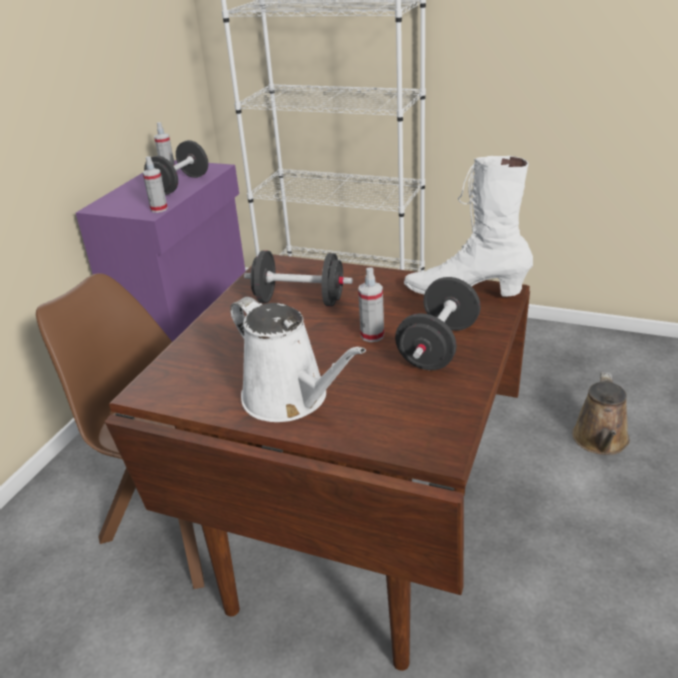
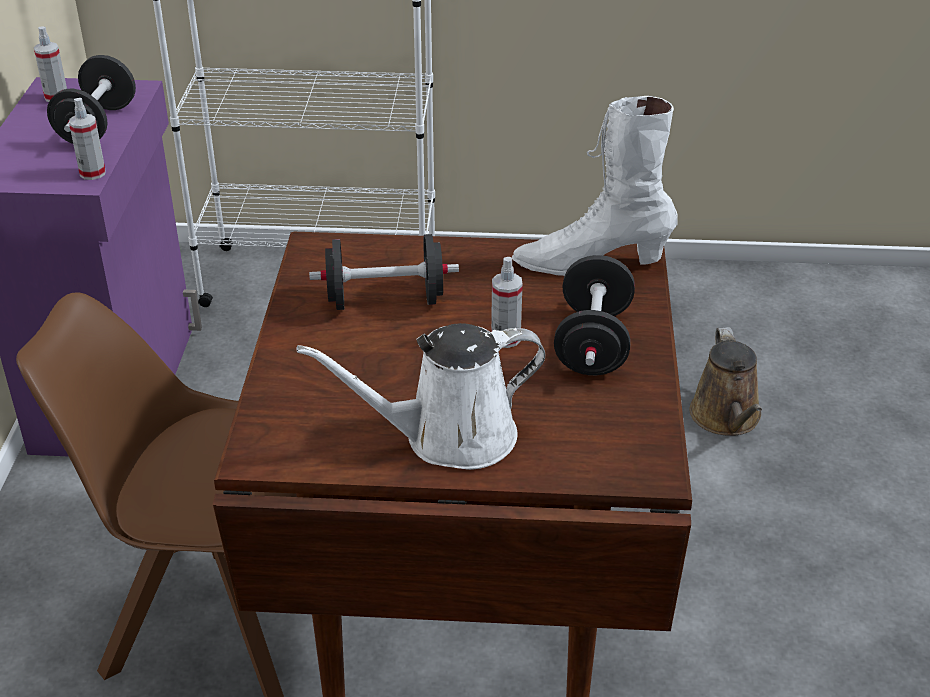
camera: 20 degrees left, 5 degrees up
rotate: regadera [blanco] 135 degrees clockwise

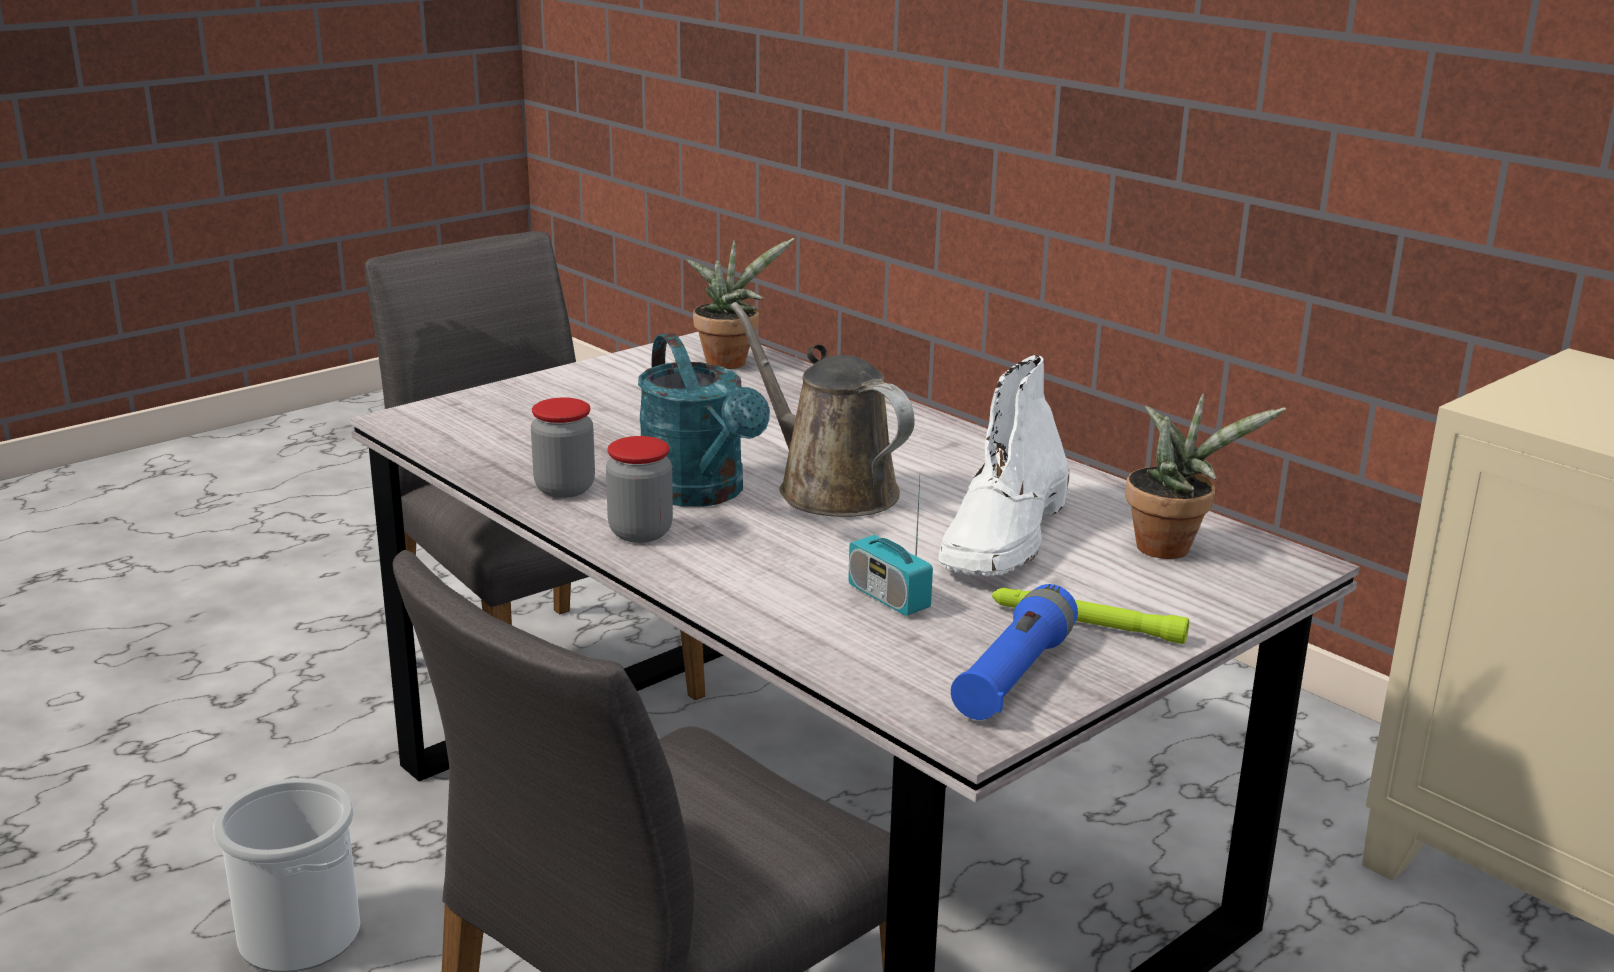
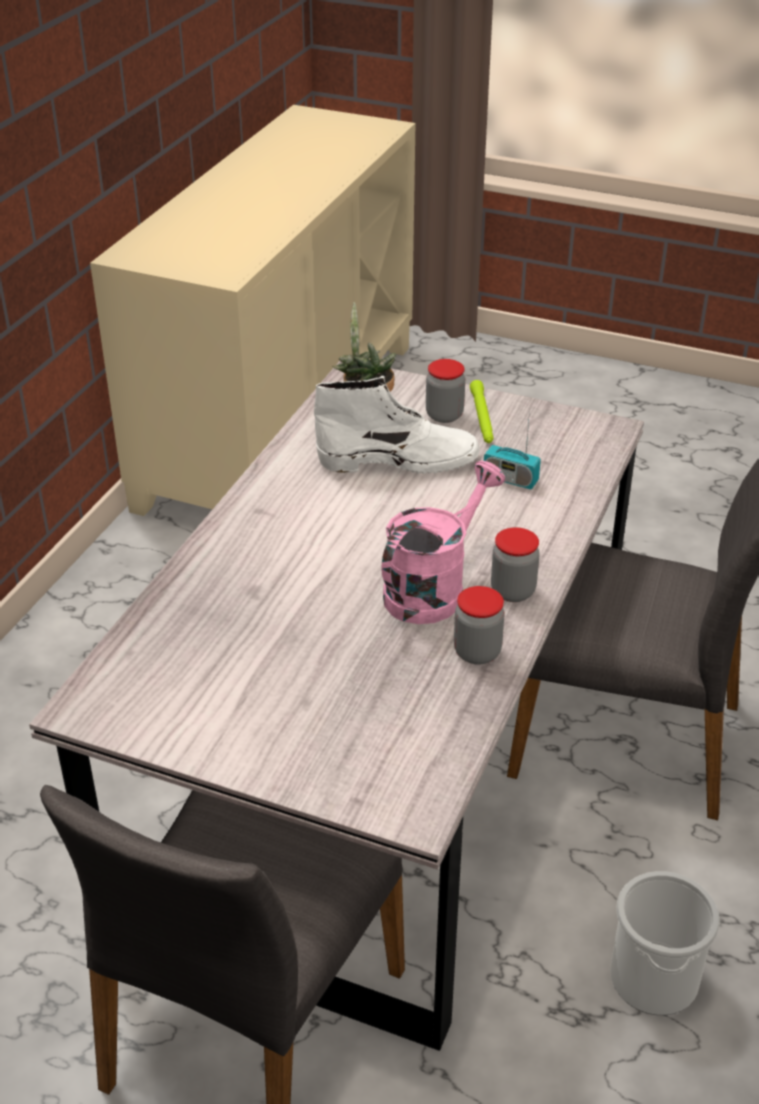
camera: 115 degrees left, 15 degrees up
delete: planta en maceta (1st from left); regadera [marrón]; linterna [azul]
insert: tarro (1st from left)
recolor: regadera [turquesa] to regadera [rosa]
rotate: radio 90 degrees clockwise

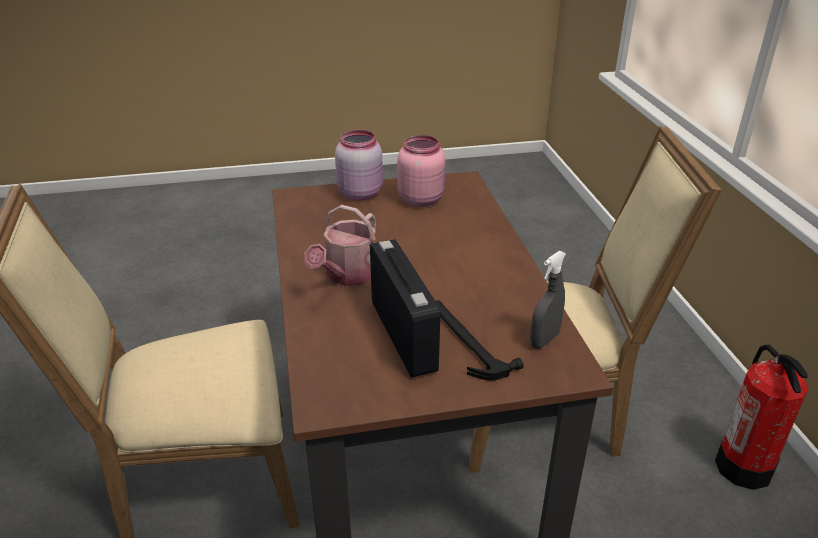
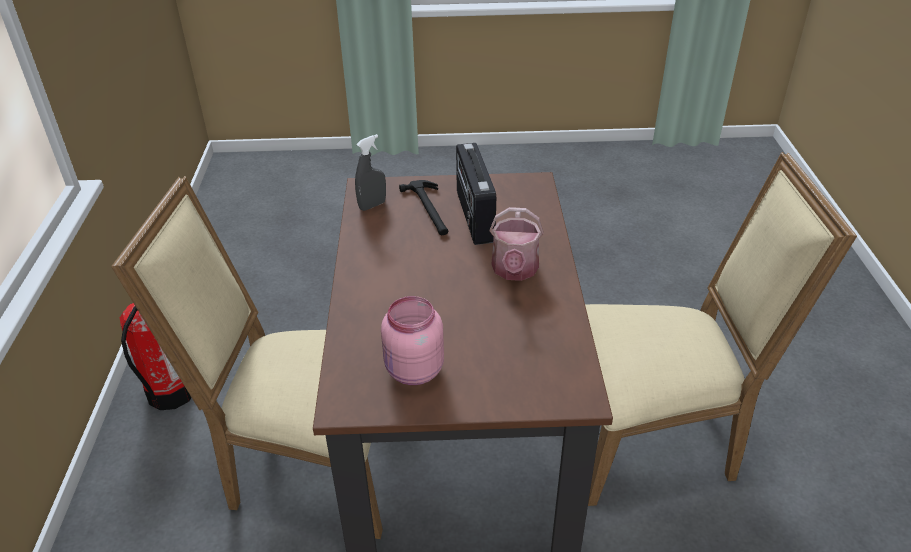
camera: 170 degrees left, 5 degrees up
delete: tarro [rosa] (1st from left)
rotate: regadera 150 degrees clockwise

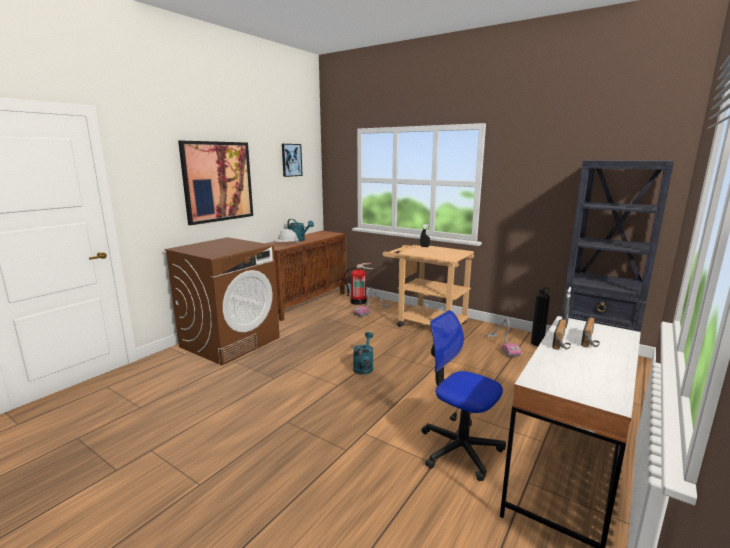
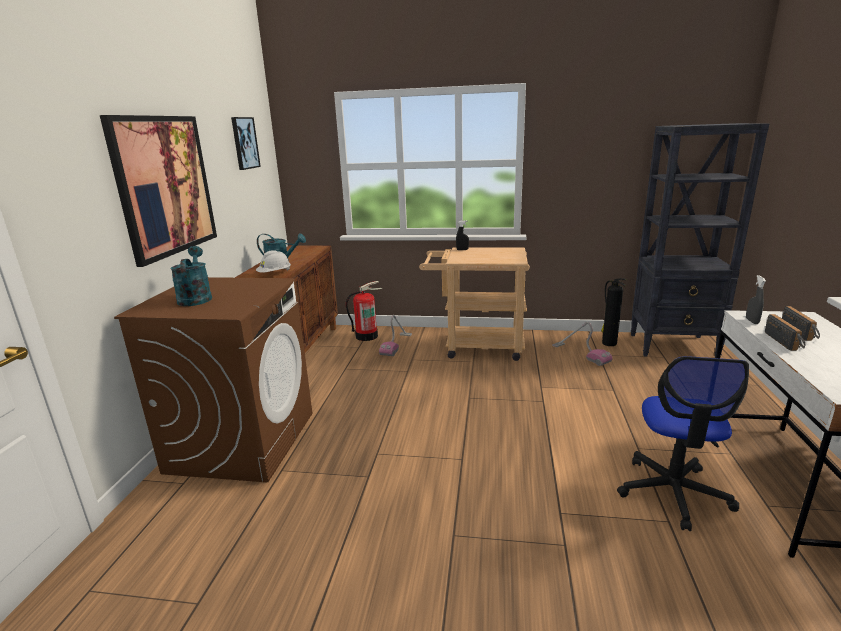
camera: 25 degrees left, 5 degrees up
move: regadera [turquesa] (2nd from left in the first image) to regadera [turquesa] (1st from left)
rotate: silla de oficina 90 degrees counterclockwise

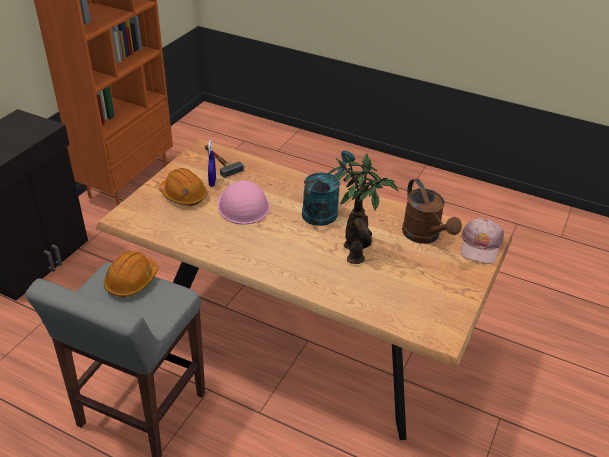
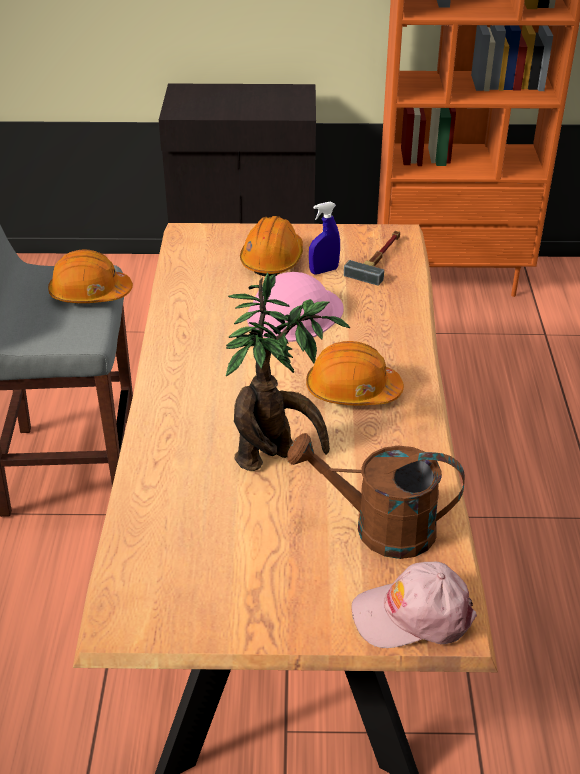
camera: 65 degrees right, 0 degrees up
replace: regadera [turquesa] to casco [naranja] (3rd from left)
rotate: regadera [marrón] 60 degrees clockwise

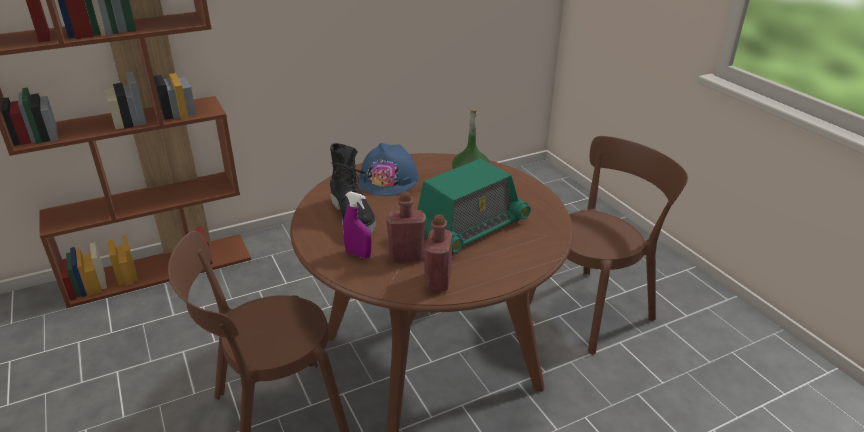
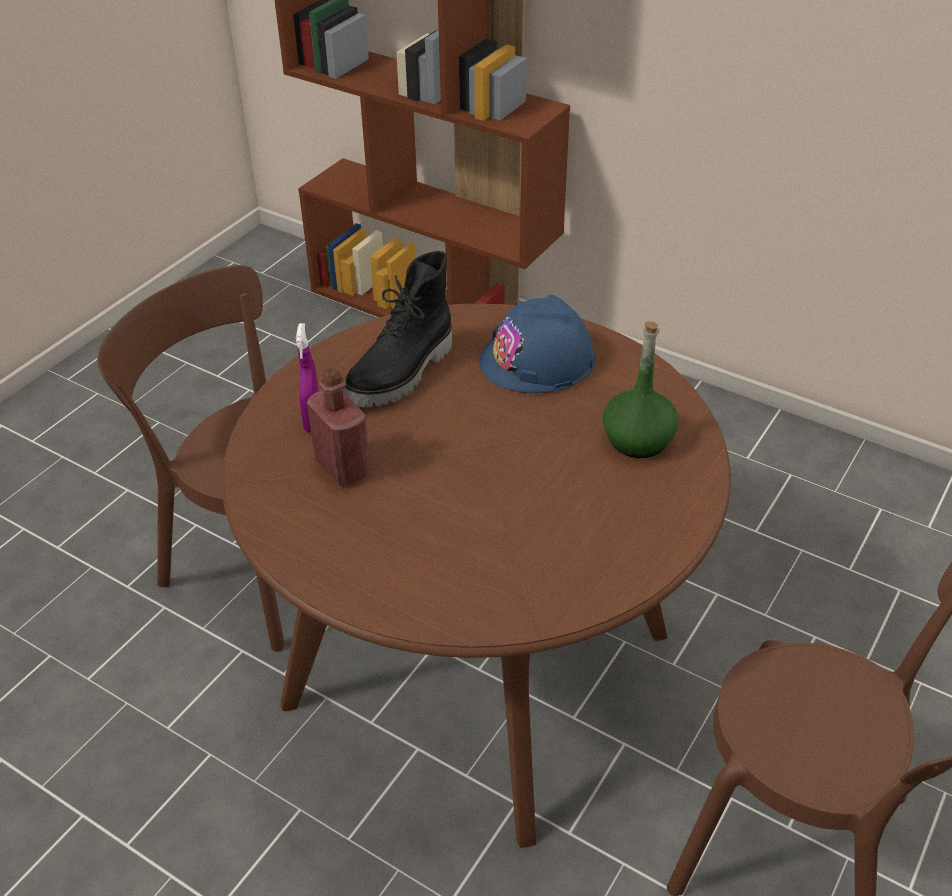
camera: 60 degrees right, 10 degrees up
delete: radio; botella [rojo] (2nd from left)

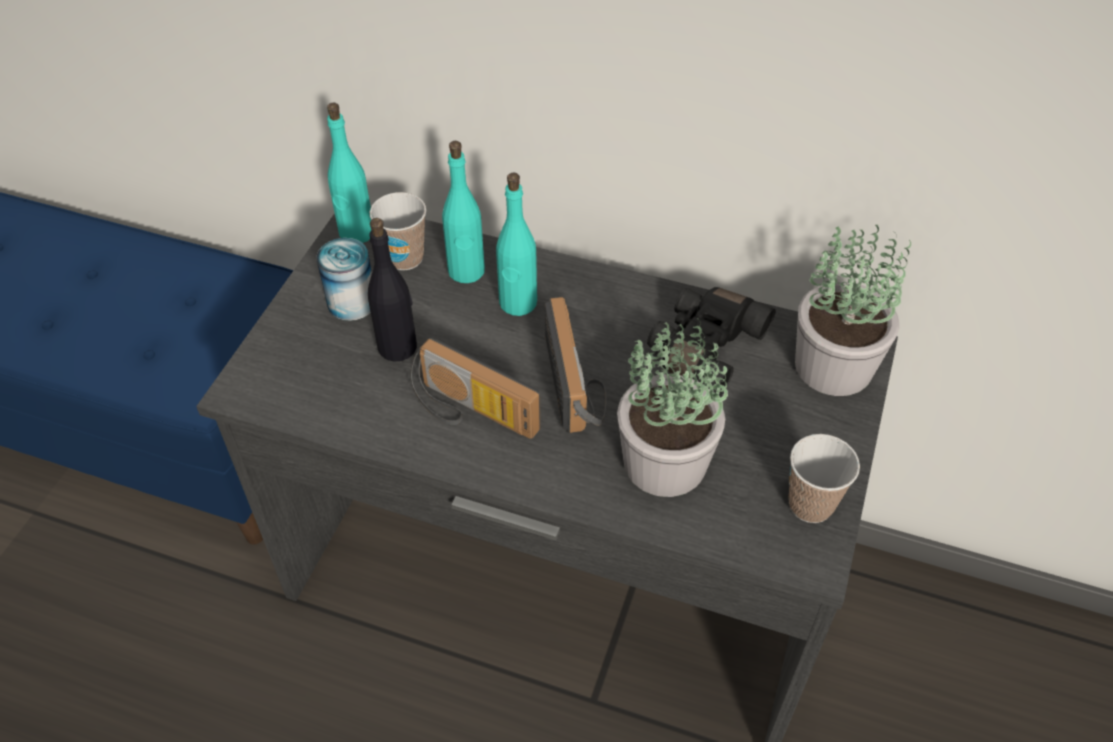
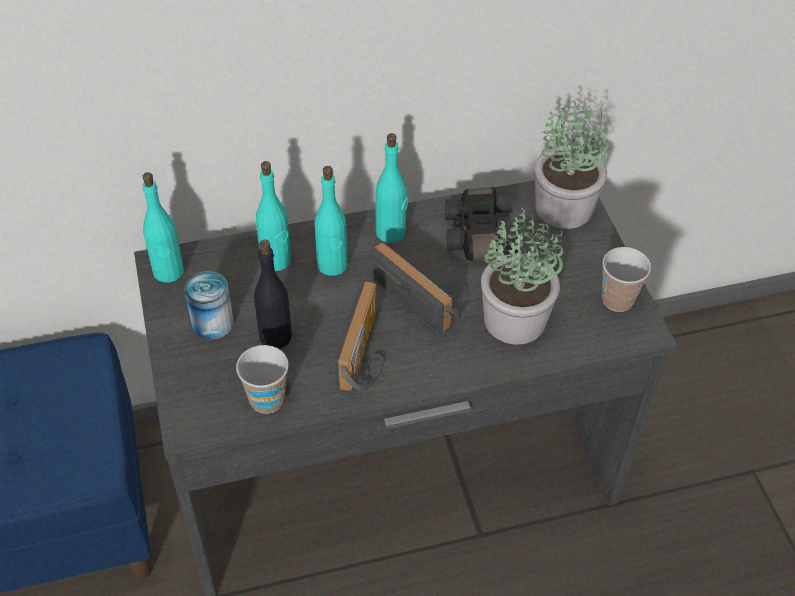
camera: 35 degrees left, 0 degrees up
insert: botella [turquesa] (4th from left)
move: taza (1st from left)
rotate: radio (1st from left) 75 degrees counterclockwise

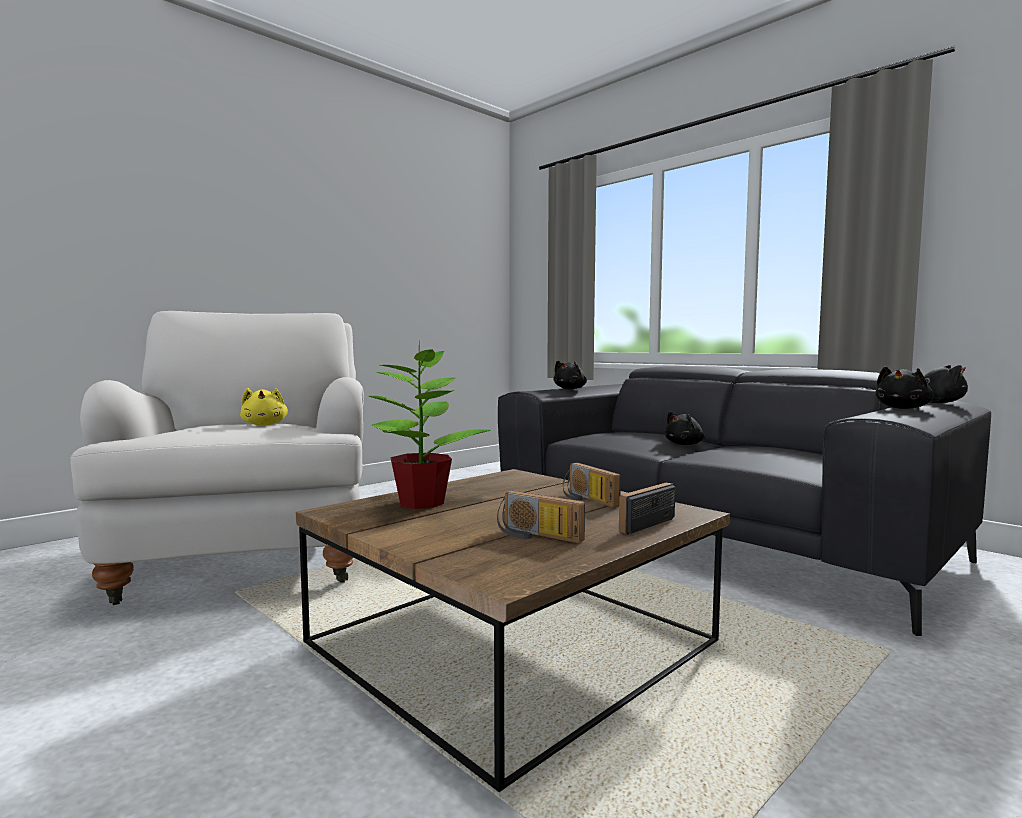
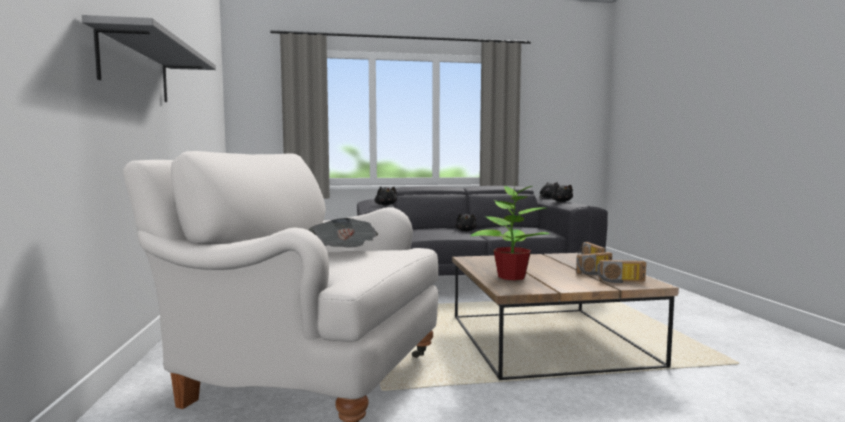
camera: 55 degrees left, 0 degrees up
insert: estante [gris]
move: radio (2nd from left in the first image) to radio (3rd from left)
replace: peluche [amarillo] to periódico

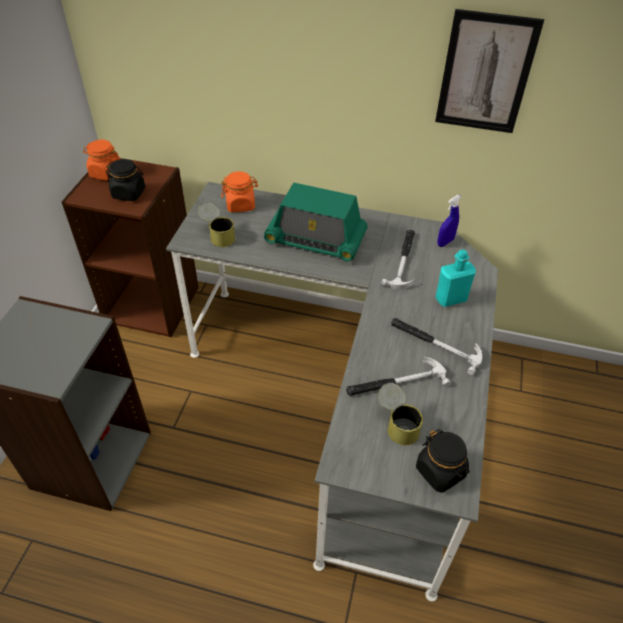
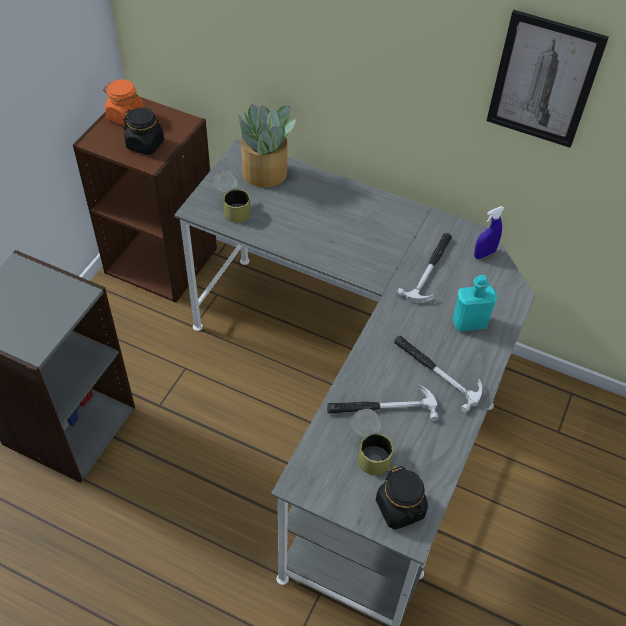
camera: 10 degrees right, 5 degrees up
delete: radio
replace: tarro [naranja] (2nd from left) to planta en maceta

